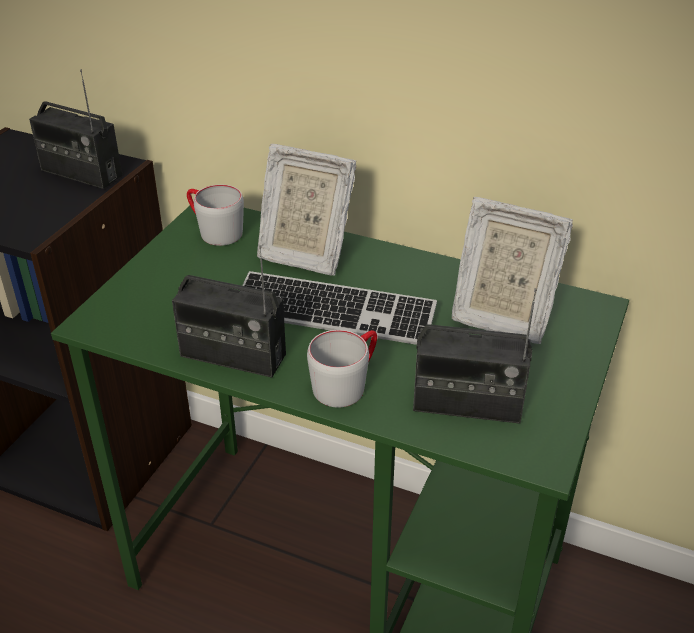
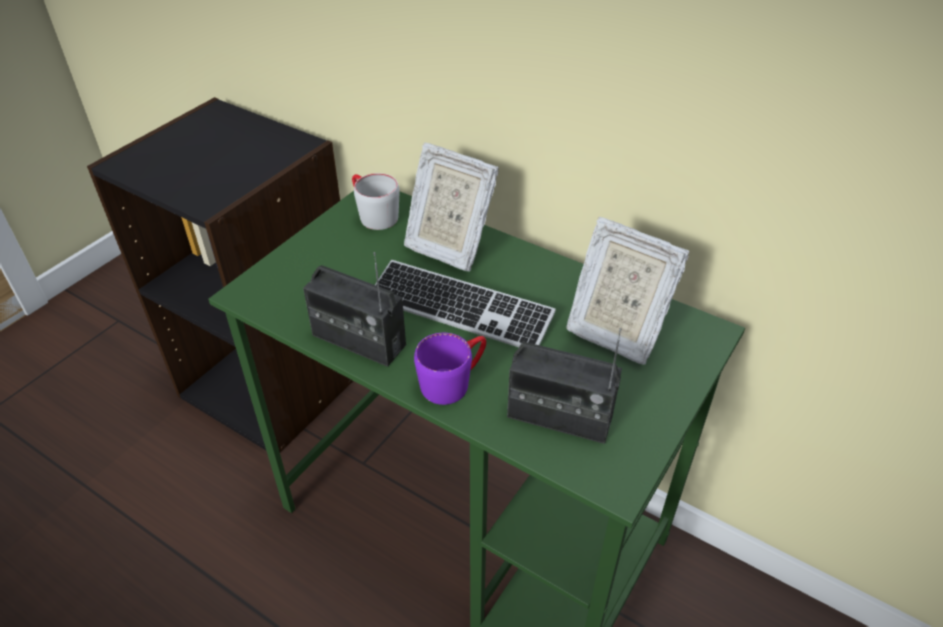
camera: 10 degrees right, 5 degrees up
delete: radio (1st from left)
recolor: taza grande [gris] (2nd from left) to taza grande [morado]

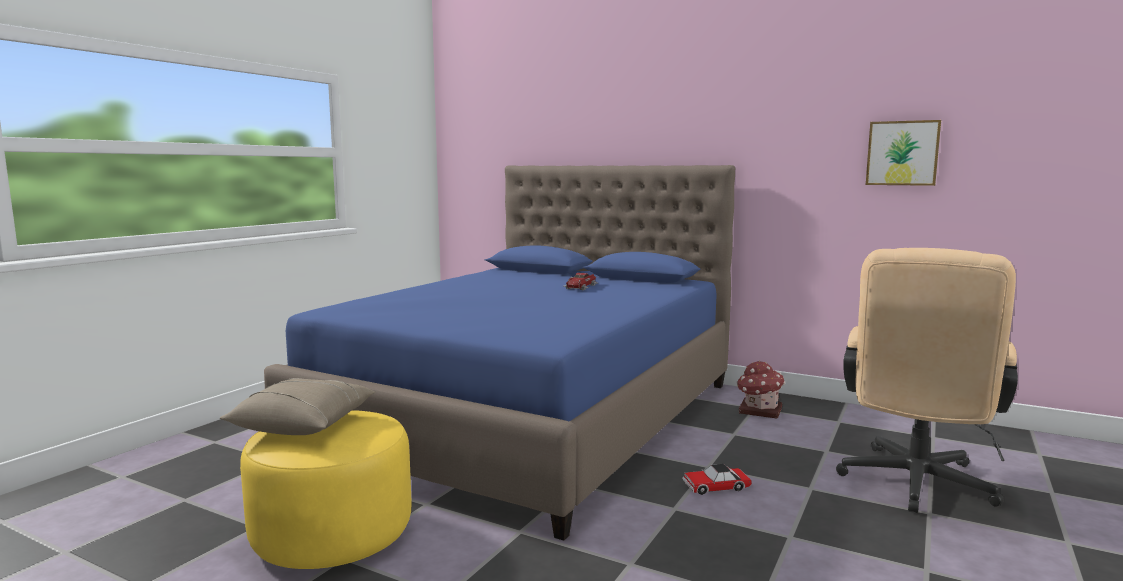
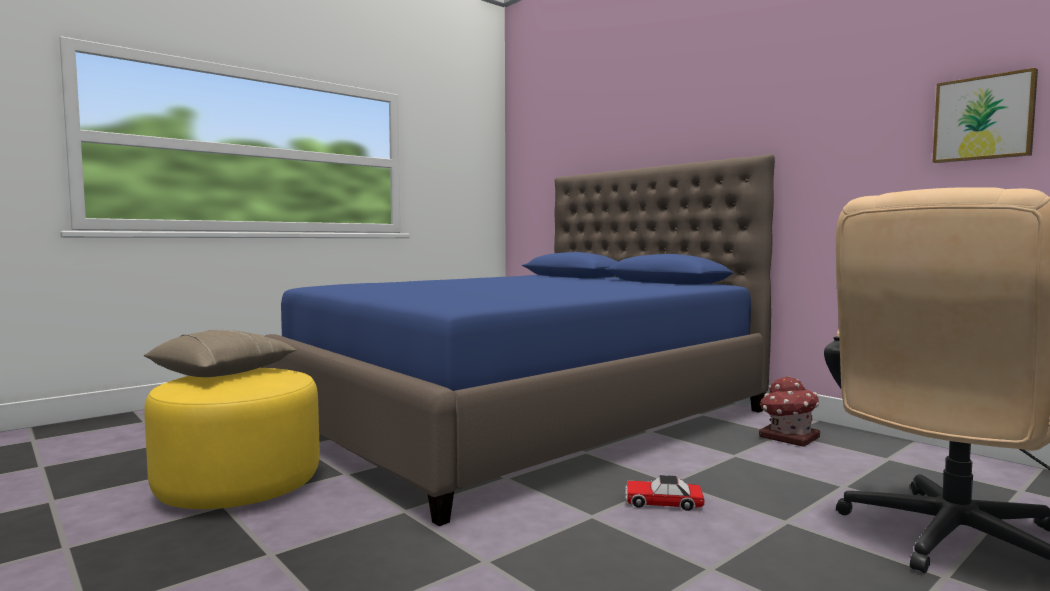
camera: 20 degrees right, 5 degrees down
delete: coche de juguete (1st from left)

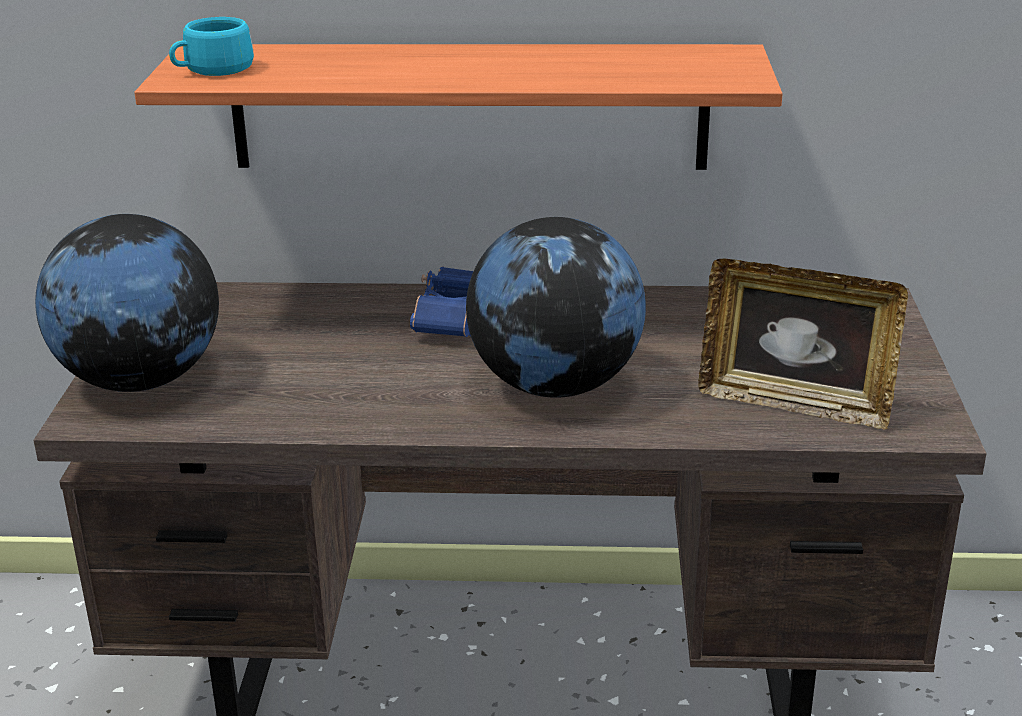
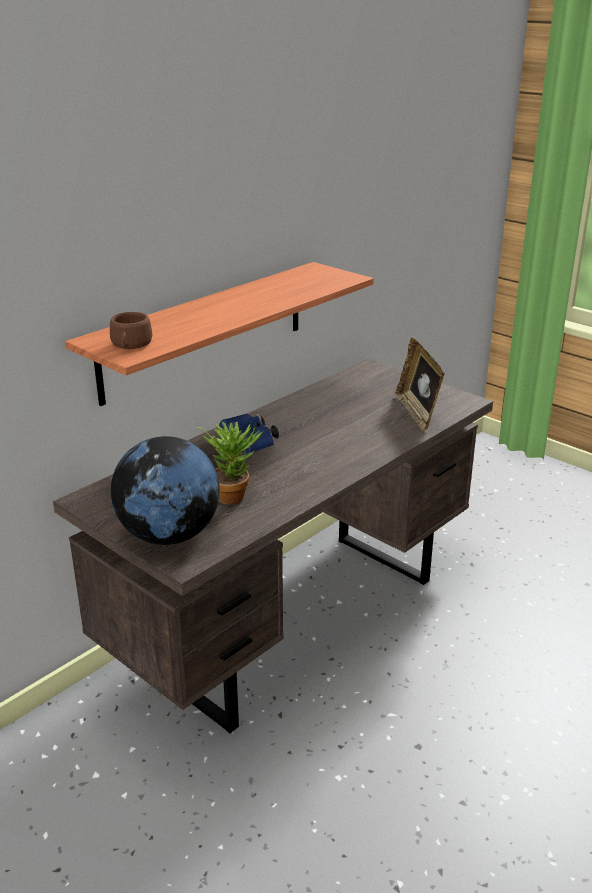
camera: 50 degrees left, 0 degrees up
delete: globo terráqueo (2nd from left)
insert: planta en maceta
recolor: taza [turquesa] to taza [marrón]
rotate: portarretratos 105 degrees clockwise

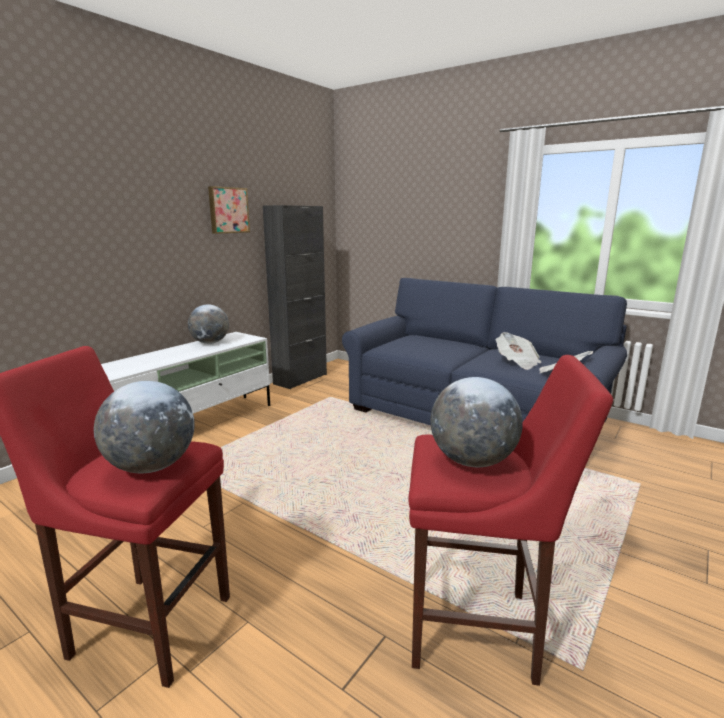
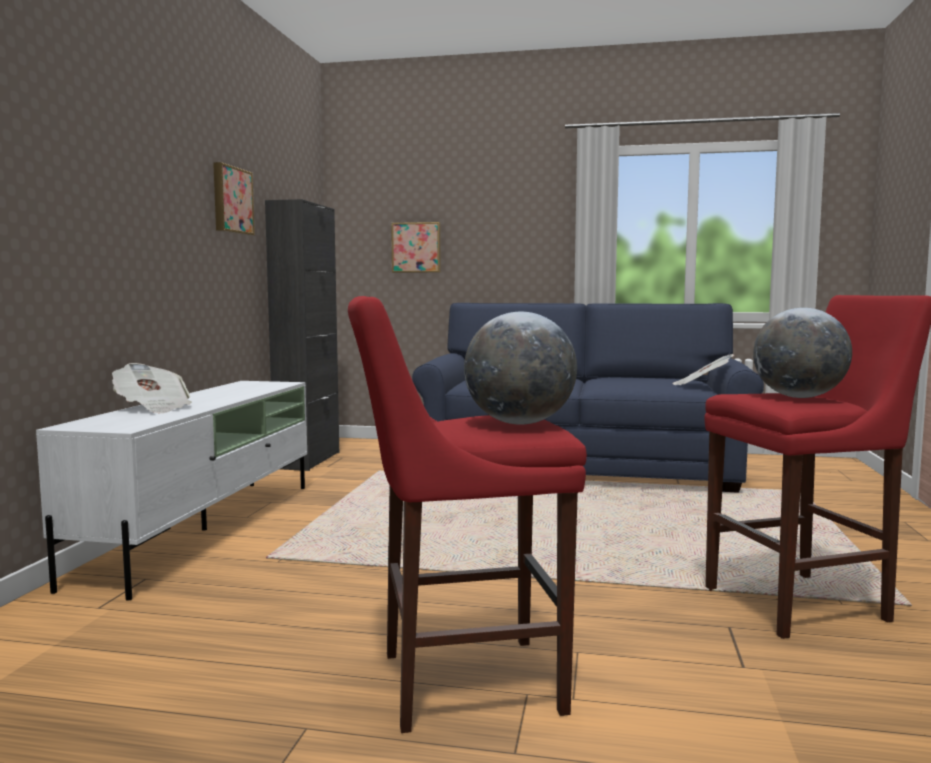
camera: 25 degrees left, 10 degrees down
delete: globo terráqueo (2nd from left)
insert: cuadro (2nd from left)
move: periódico (1st from left)

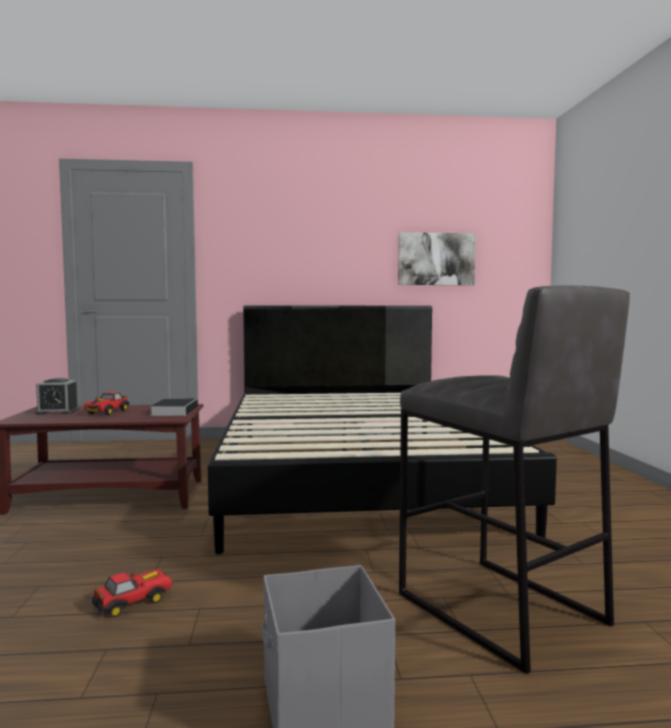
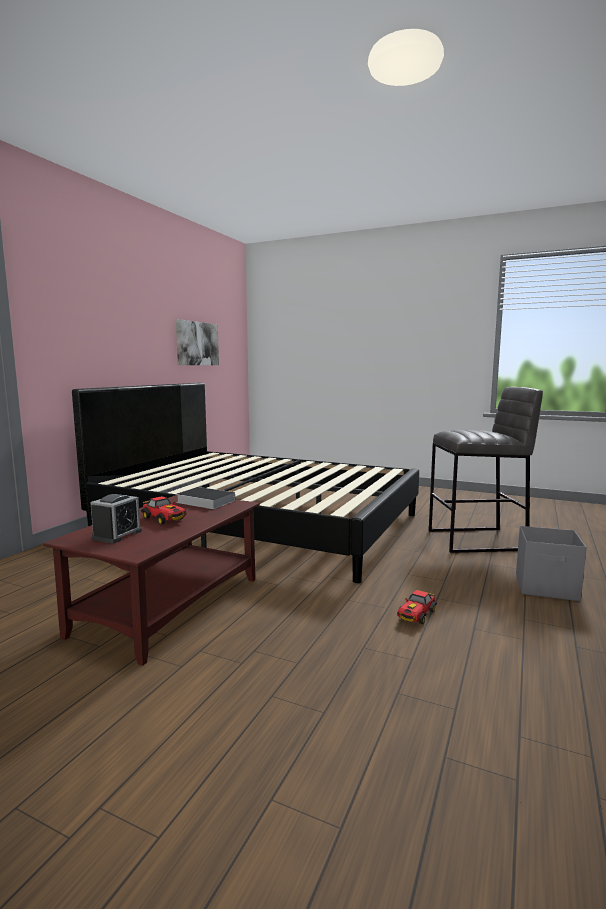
camera: 60 degrees left, 5 degrees up
rotate: coche de juguete (2nd from left) 135 degrees counterclockwise

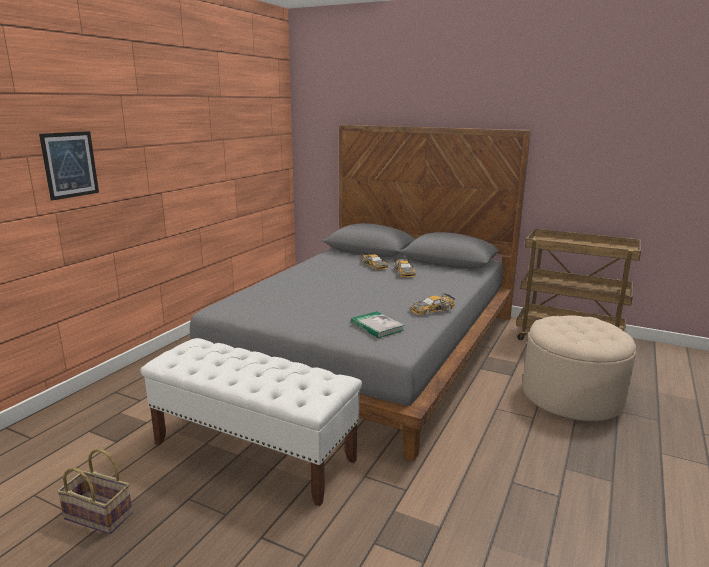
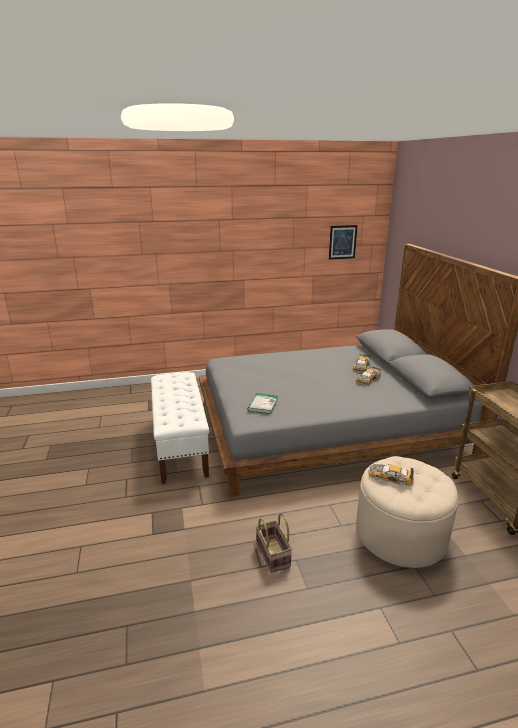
camera: 50 degrees right, 5 degrees up
move: cuadro; cesta; coche de juguete (3rd from left)

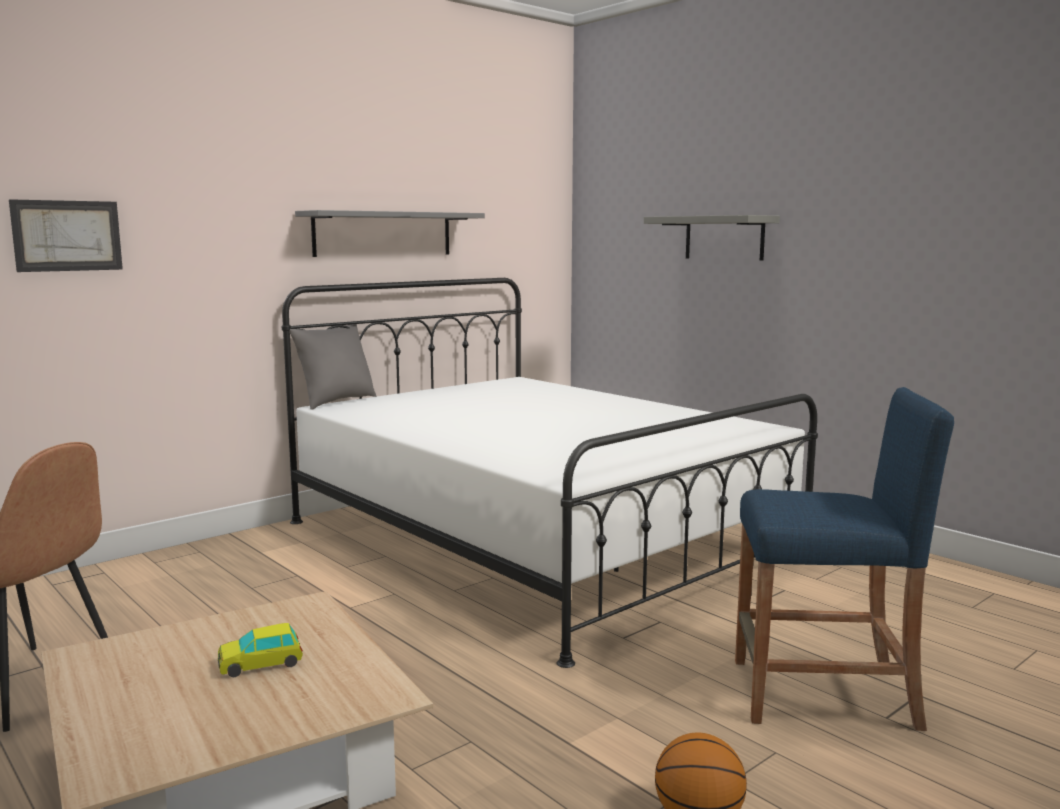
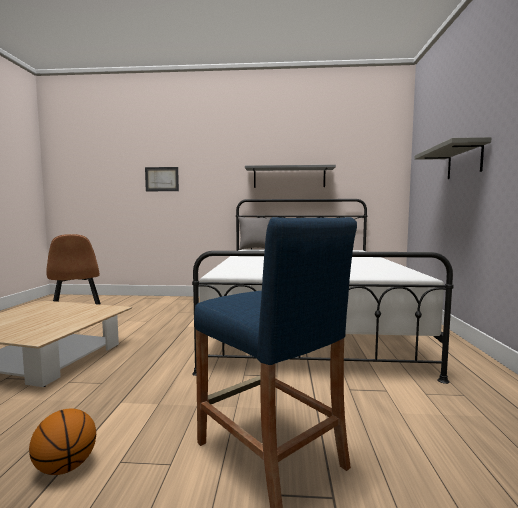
camera: 45 degrees right, 5 degrees down
delete: coche de juguete

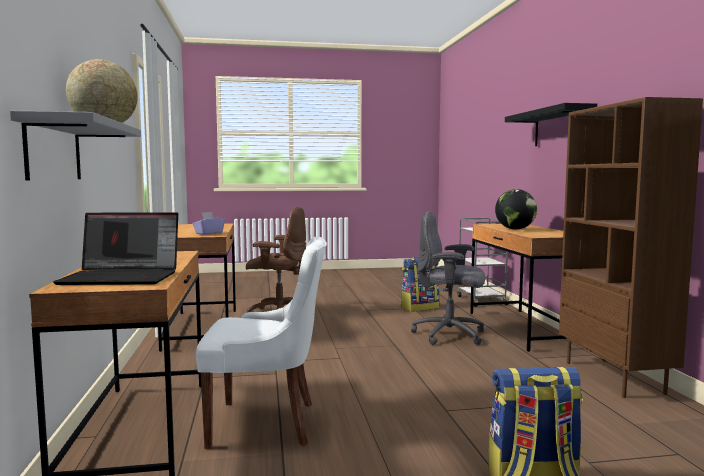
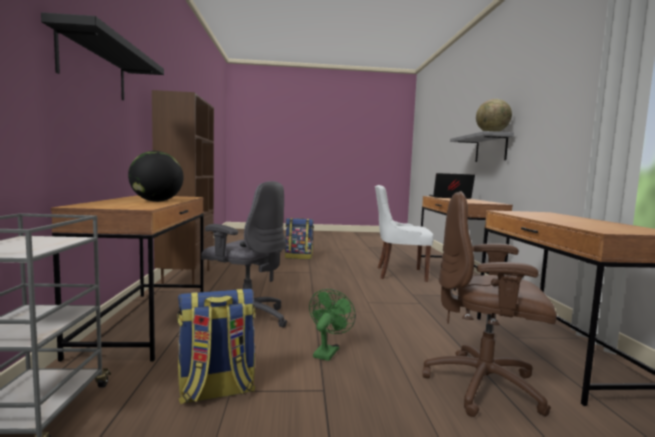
camera: 175 degrees left, 0 degrees up
delete: caja de pañuelos [morado]
insert: ventilador [verde]

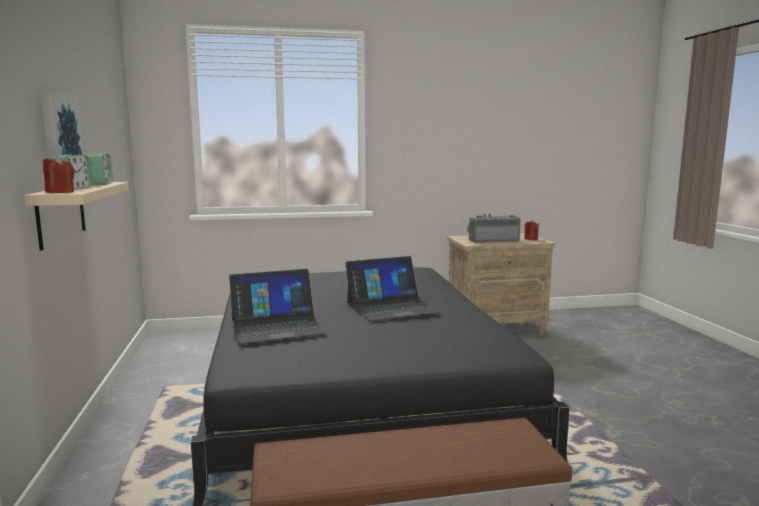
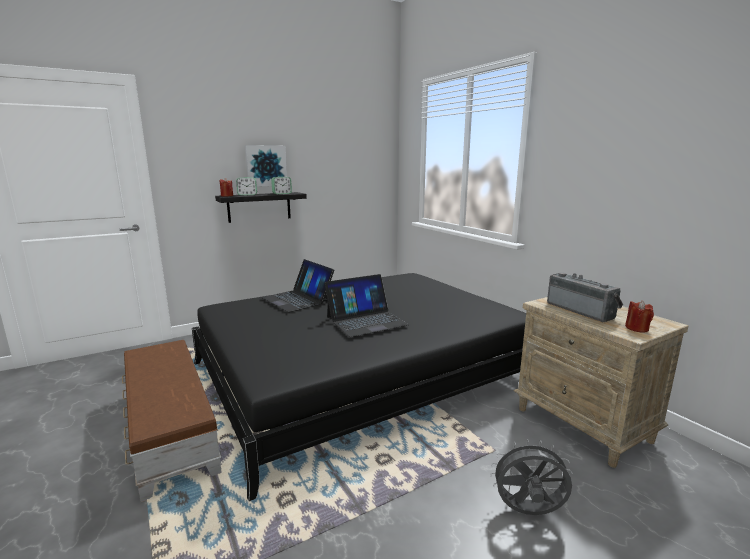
camera: 70 degrees right, 5 degrees up
insert: ventilador [gris]
recolor: estante [beis] to estante [negro]
rotate: portátil (2nd from left) 75 degrees counterclockwise

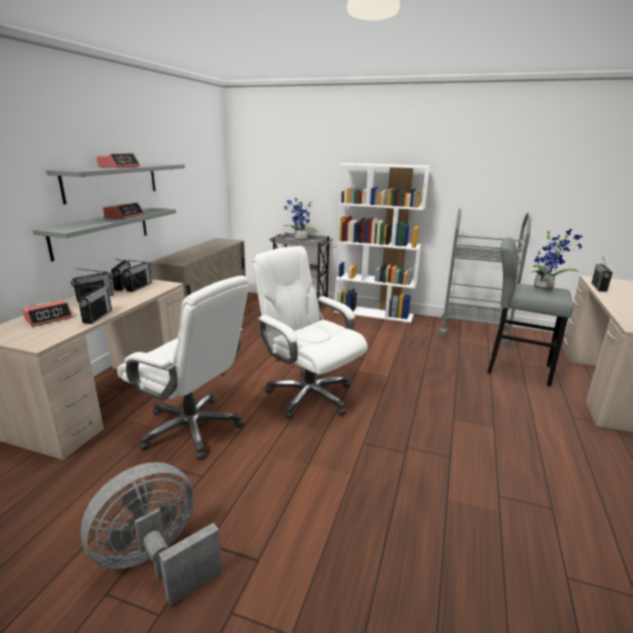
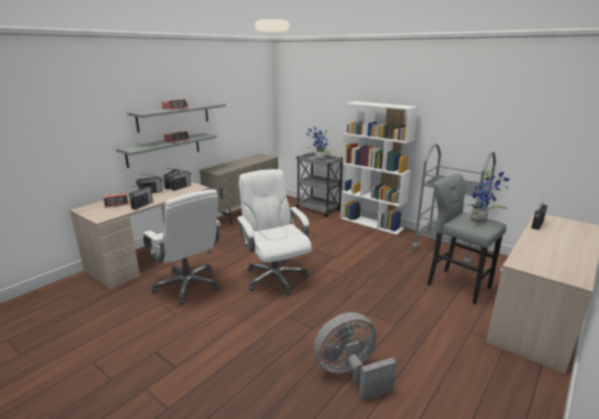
camera: 20 degrees right, 0 degrees up
move: ventilador [gris]

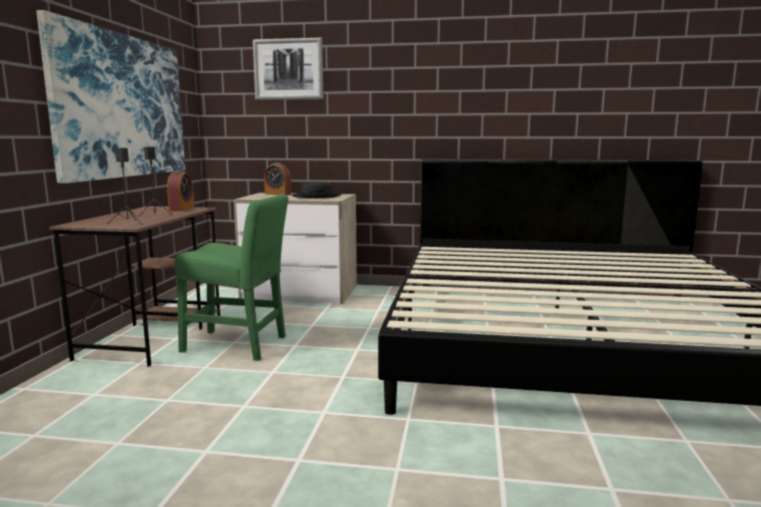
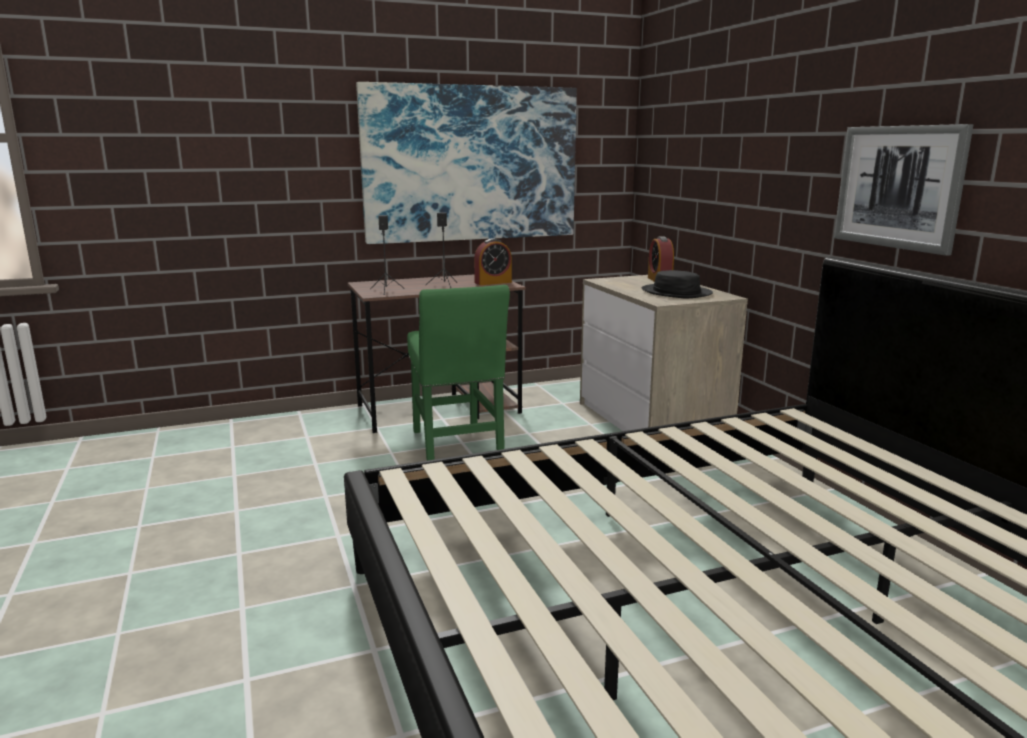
camera: 60 degrees right, 5 degrees up
move: cuadro (2nd from left)

